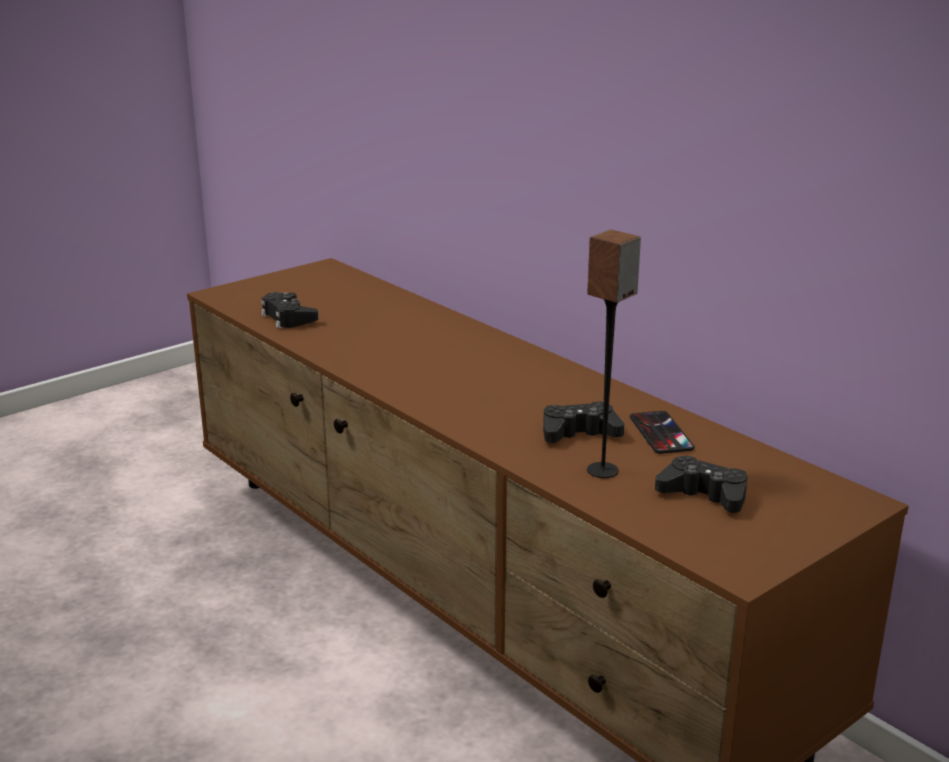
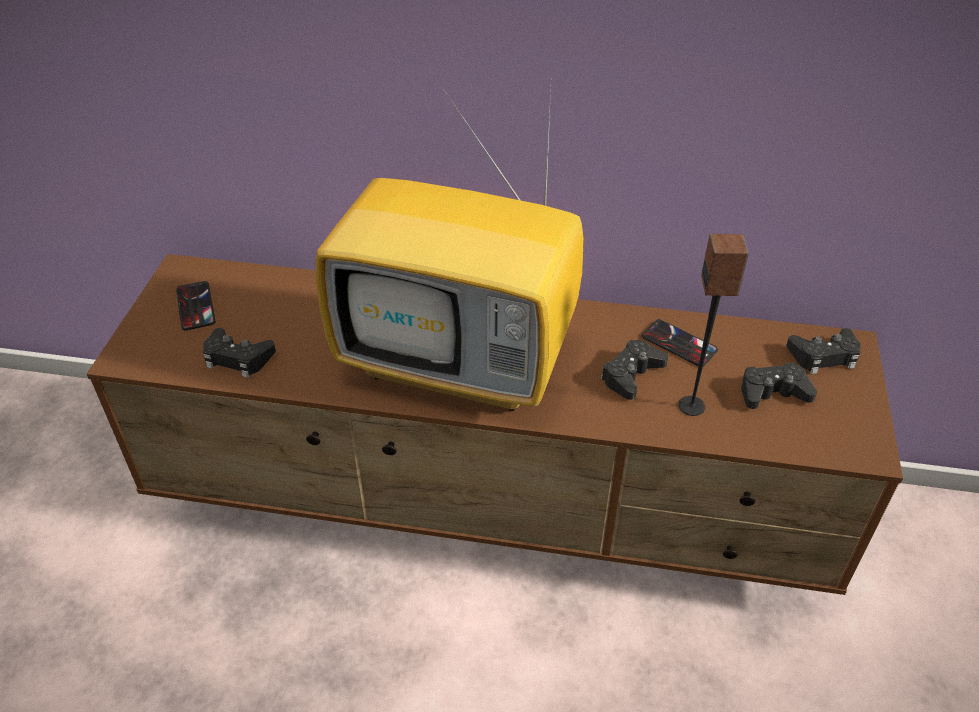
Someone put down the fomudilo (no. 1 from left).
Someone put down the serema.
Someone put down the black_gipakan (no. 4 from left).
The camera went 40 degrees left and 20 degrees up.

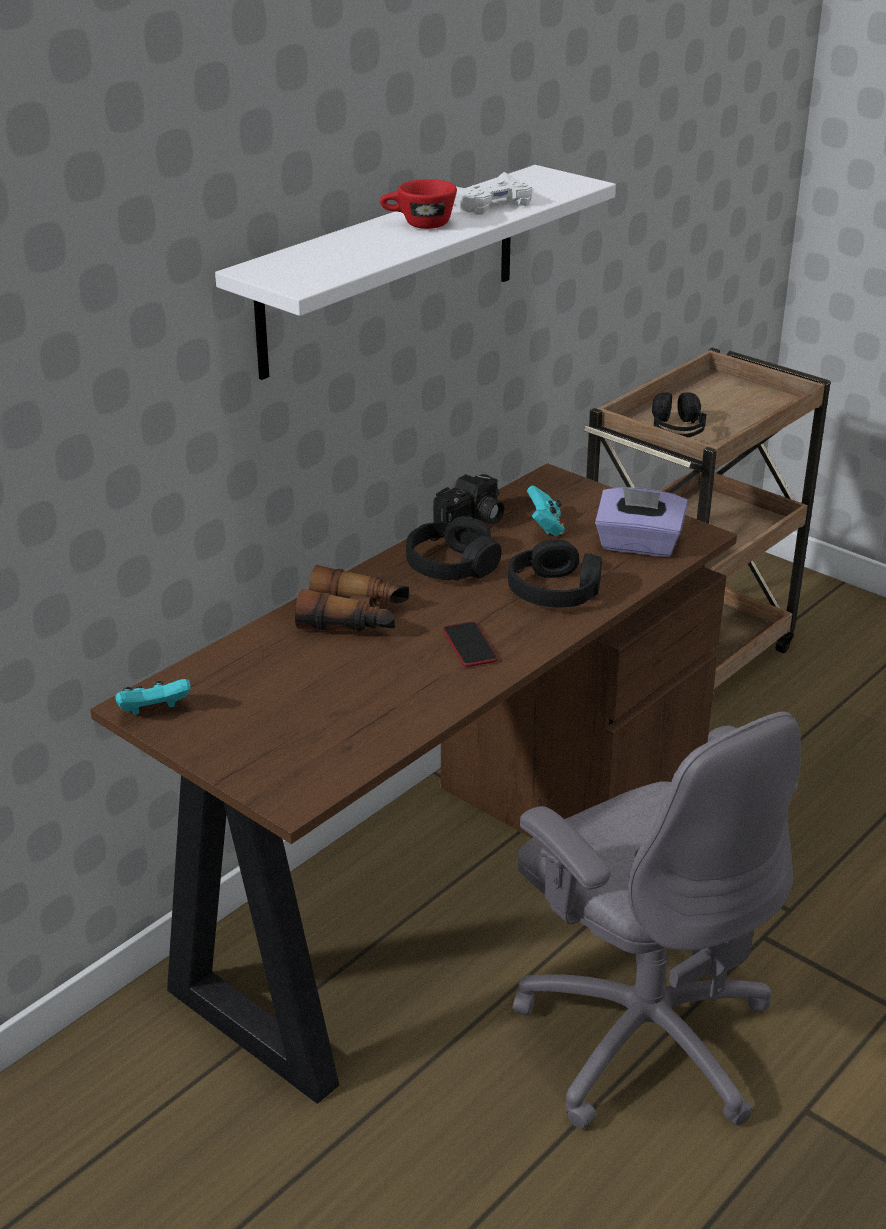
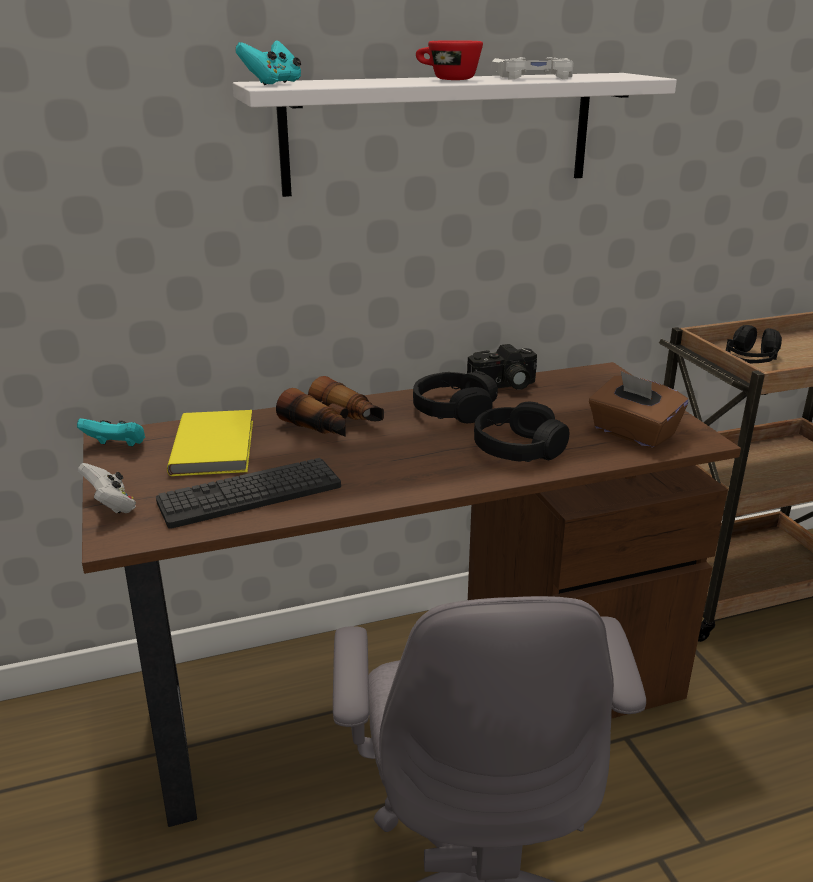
Someone put down the white_gipakan (no. 1 from left).
Someone put down the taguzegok.
Someone put down the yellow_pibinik.
Someone carried the turquoise_gipakan (no. 2 from left).
Someone repainted the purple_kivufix, which became the brown_kivufix.
Someone took away the fomudilo.
The camera went 30 degrees right and 5 degrees down.

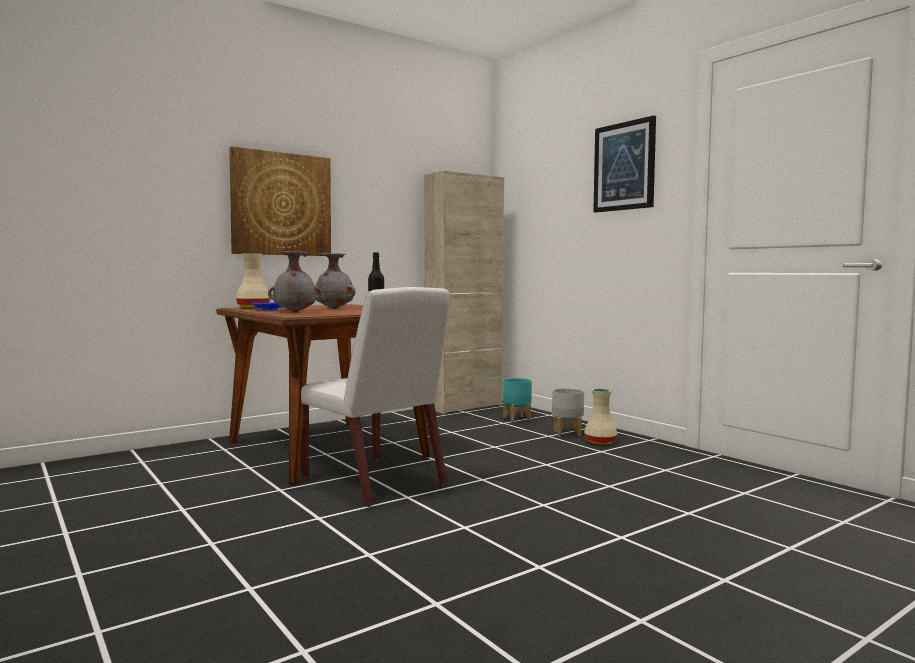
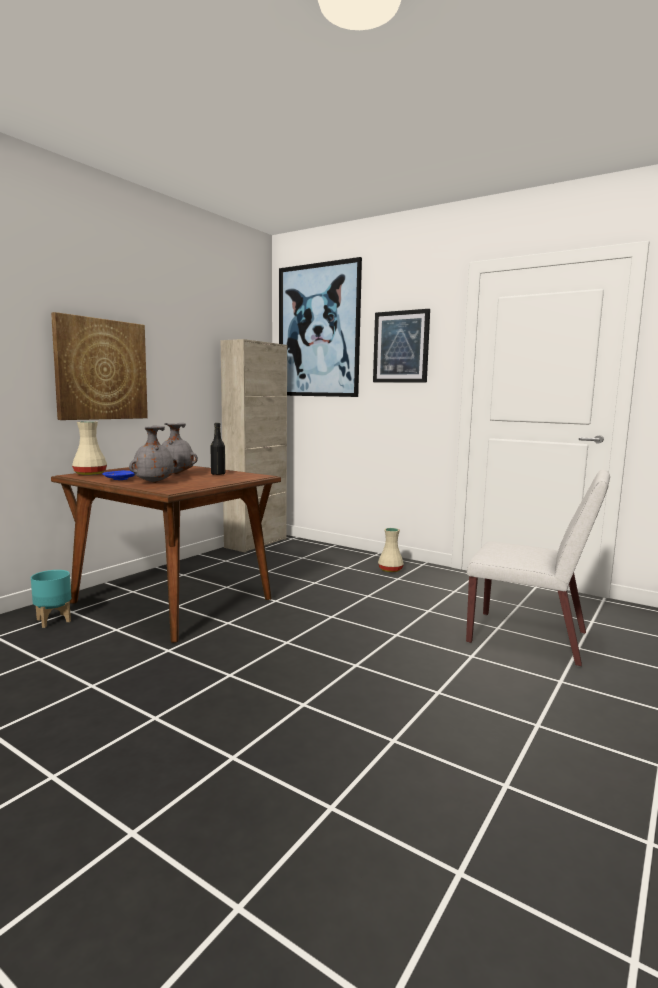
Someone carried the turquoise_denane.
Someone put up the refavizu (no. 2 from left).
Someone carried the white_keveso.
Someone took away the grey_denane.
The camera went 20 degrees left and 5 degrees up.

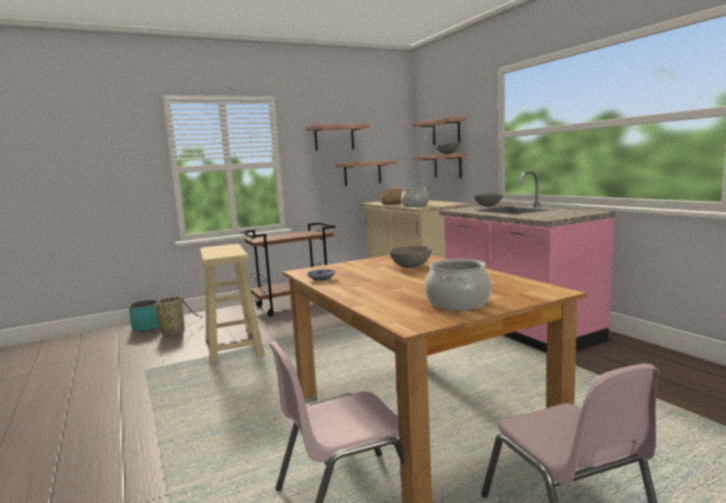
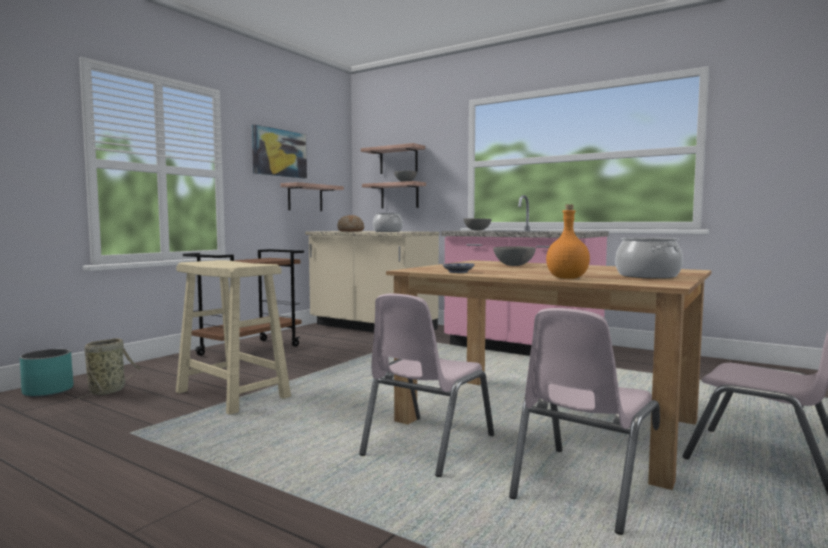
Someone swapped the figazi (no. 1 from left) for the refavizu.
Someone put down the pink_keveso (no. 1 from left).
Someone put down the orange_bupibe.
The camera went 30 degrees left and 5 degrees down.

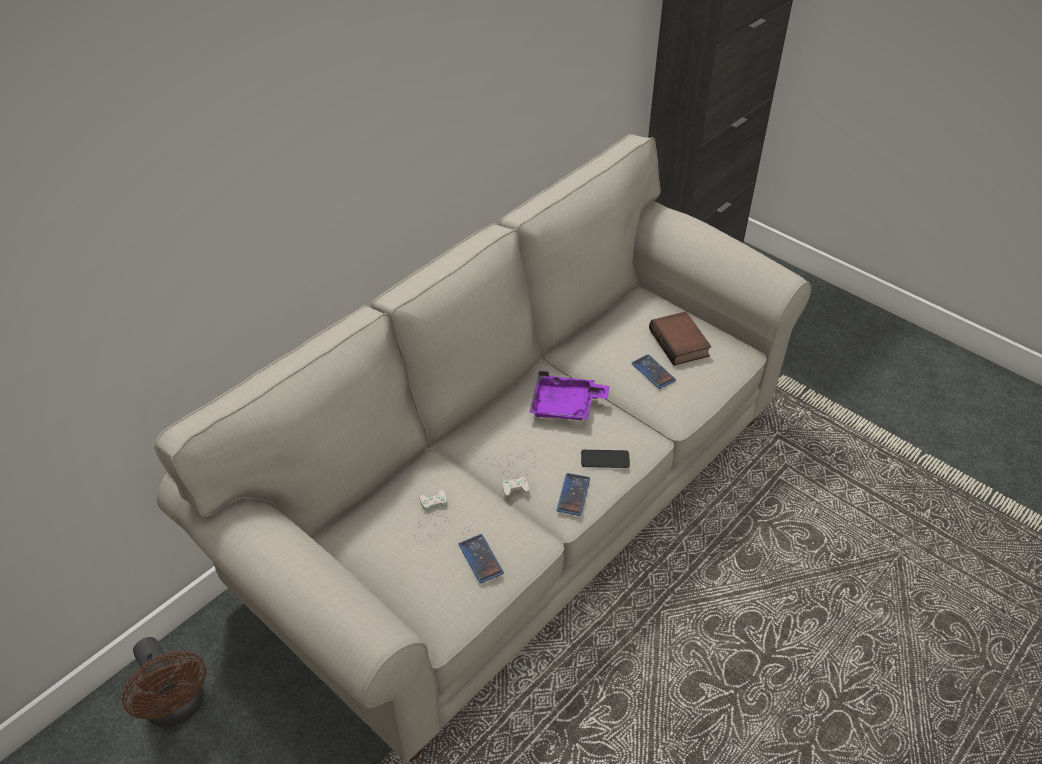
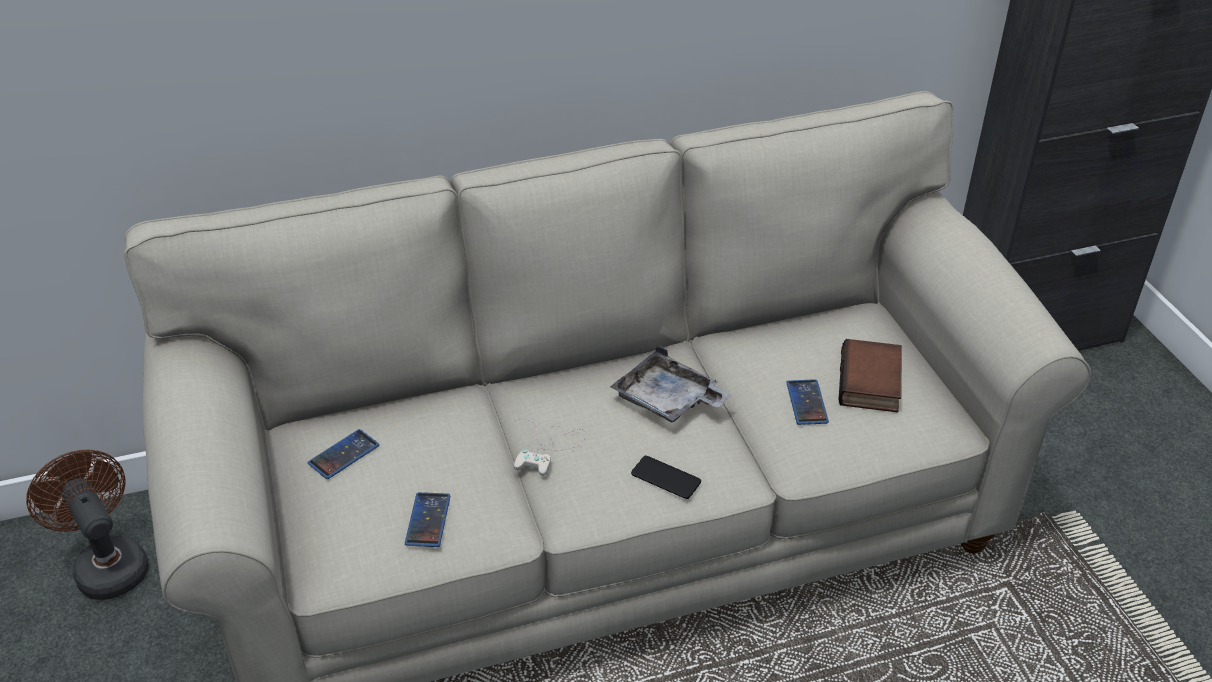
Someone rotated the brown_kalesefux by 150 degrees clockwise.
Someone carried the fomudilo (no. 2 from left in the first image).
Someone repainted the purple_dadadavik, which became the grey_dadadavik.
Someone took away the white_gipakan (no. 1 from left).
The camera went 30 degrees right and 5 degrees down.

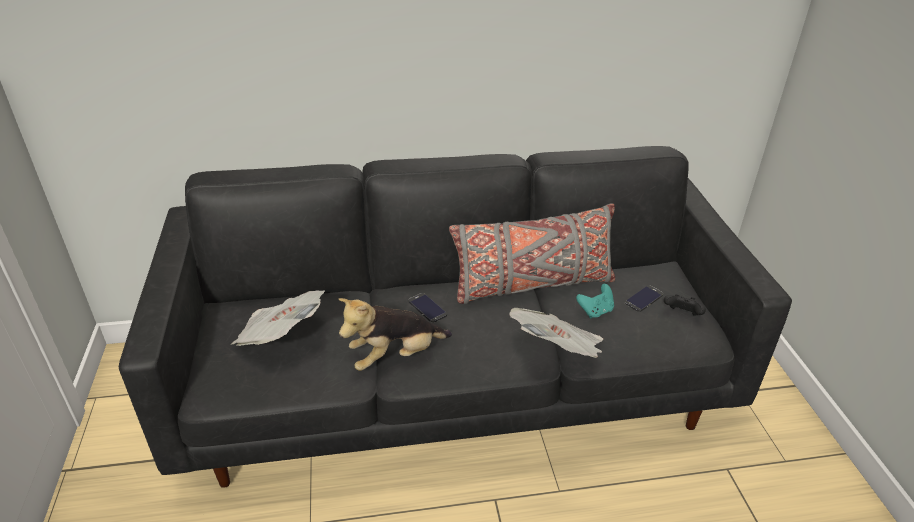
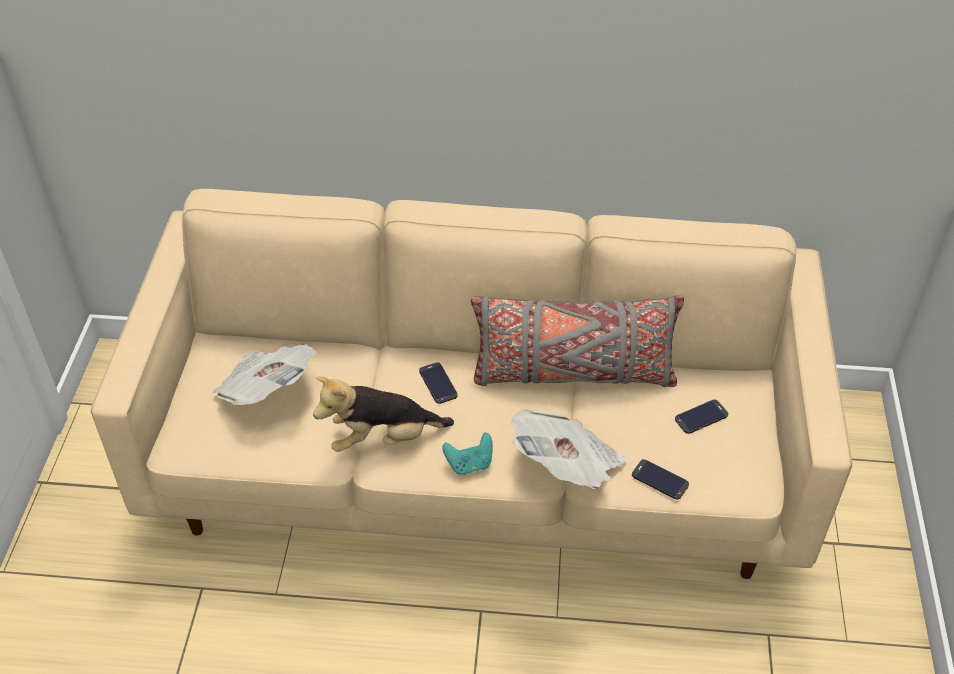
Someone repainted the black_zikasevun, which became the beige_zikasevun.
Someone carried the turquoise_gipakan.
Someone put down the fomudilo (no. 2 from left).
Someone took away the black_gipakan.
The camera went 15 degrees right and 10 degrees up.

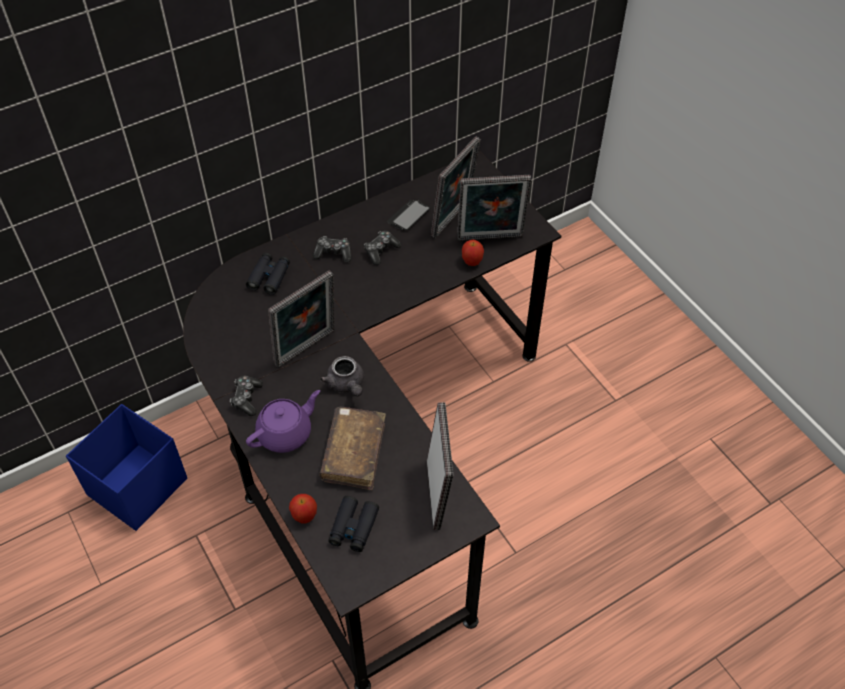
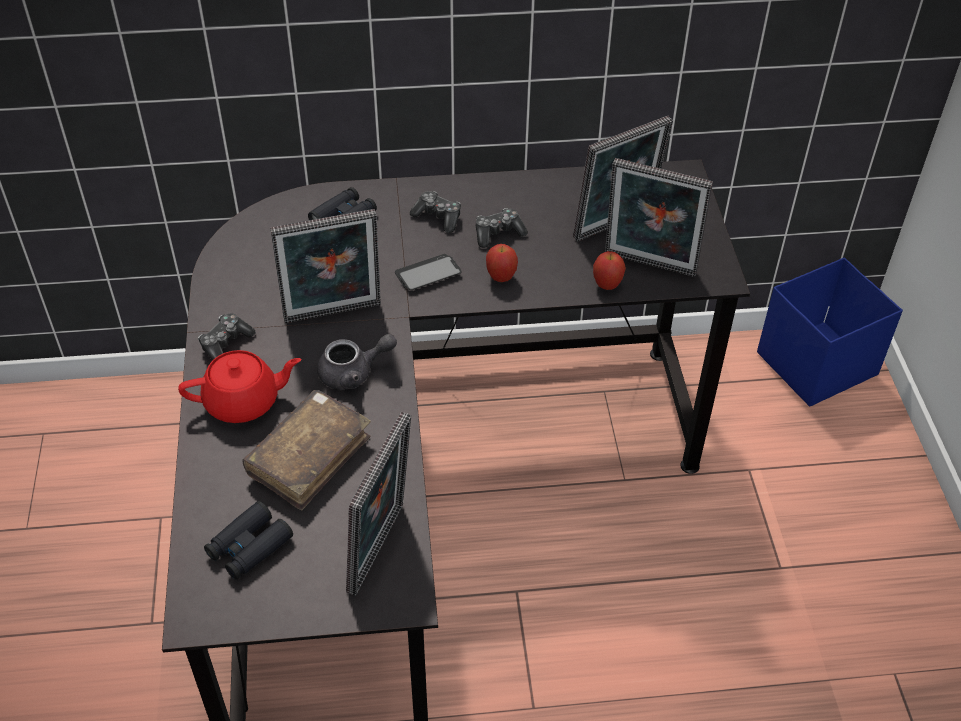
Someone repainted the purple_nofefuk, which became the red_nofefuk.
Someone rotated the grey_nofefuk by 105 degrees counterclockwise.
Someone carried the fomudilo.
Someone carried the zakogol (no. 1 from left).
Someone carried the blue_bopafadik.
The camera went 25 degrees right and 5 degrees down.

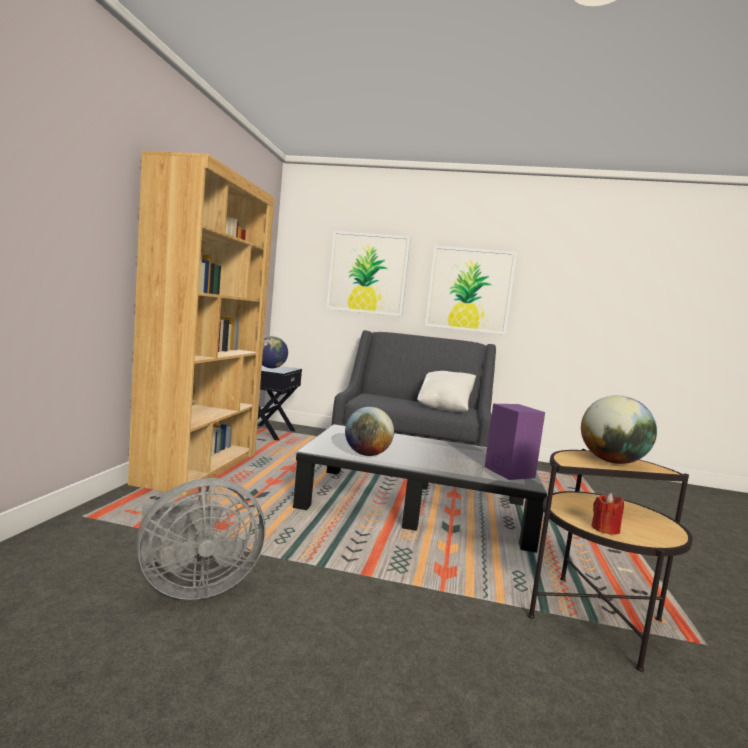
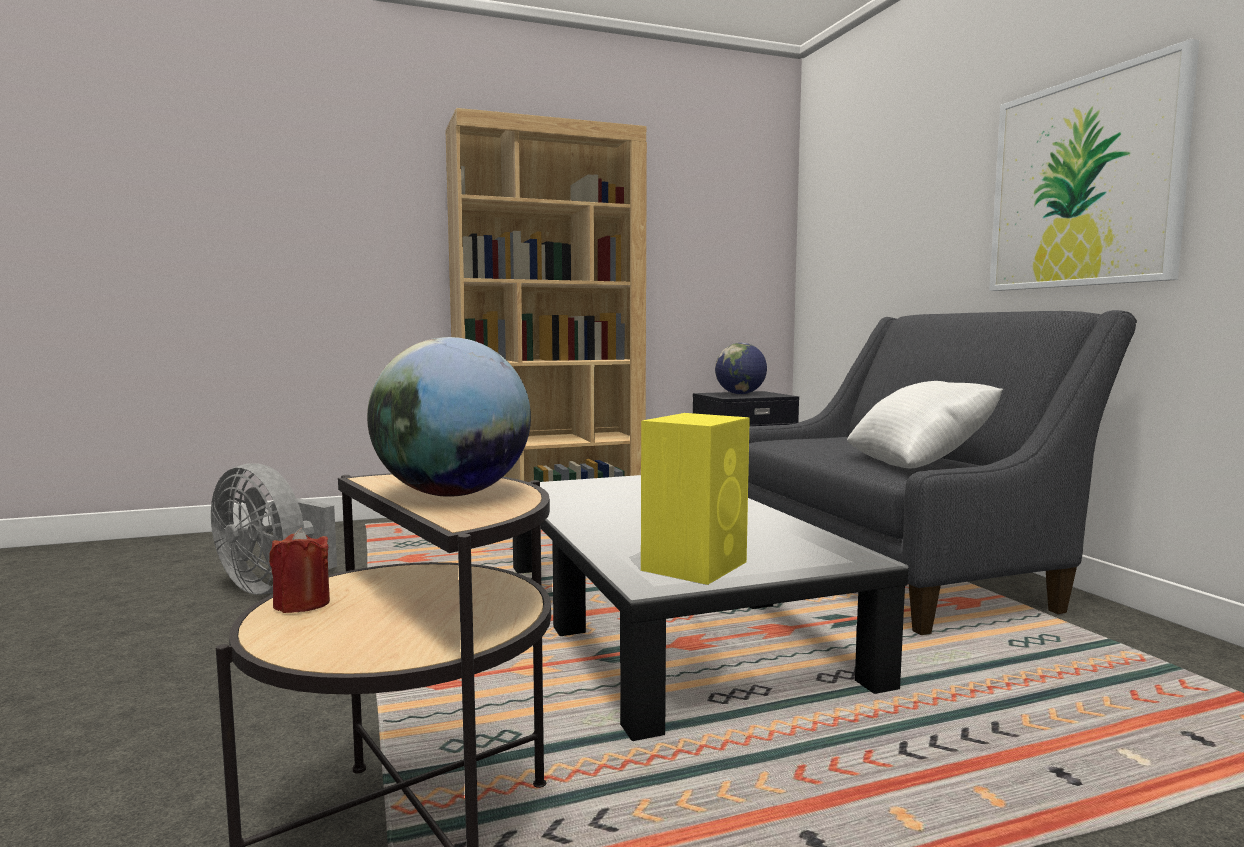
Someone repainted the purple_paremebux, which became the yellow_paremebux.
Someone took away the refavizu (no. 1 from left).
Someone took away the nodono (no. 2 from left).
The camera went 60 degrees right and 0 degrees up.

